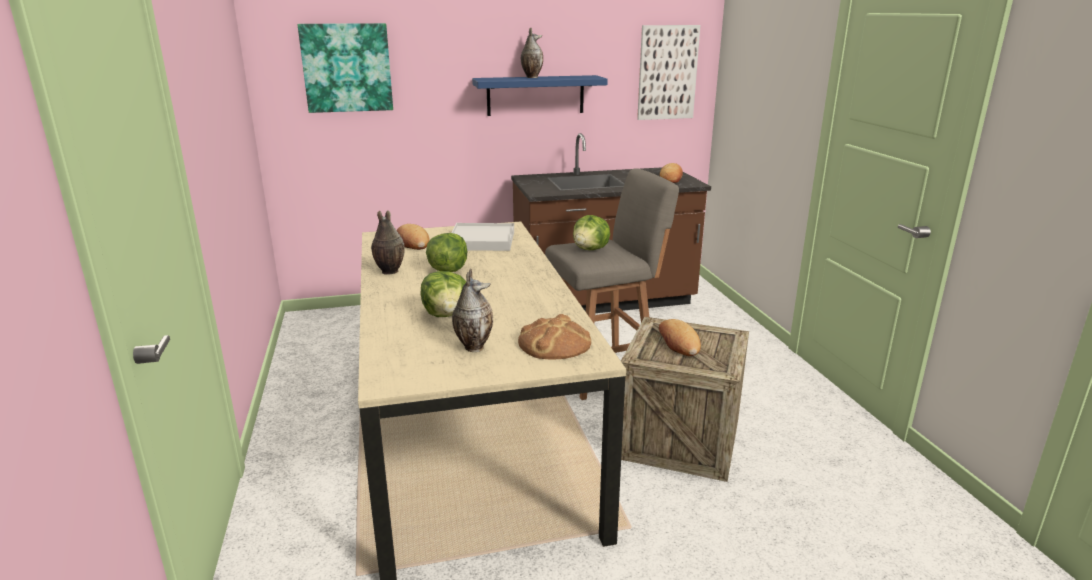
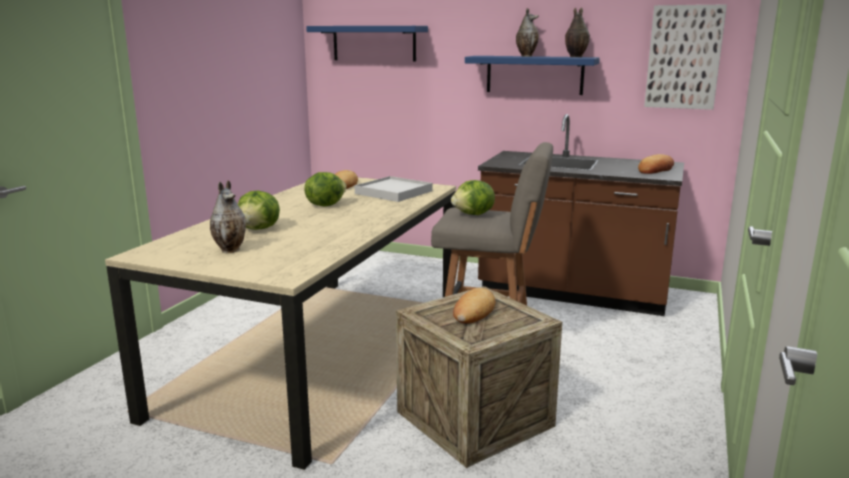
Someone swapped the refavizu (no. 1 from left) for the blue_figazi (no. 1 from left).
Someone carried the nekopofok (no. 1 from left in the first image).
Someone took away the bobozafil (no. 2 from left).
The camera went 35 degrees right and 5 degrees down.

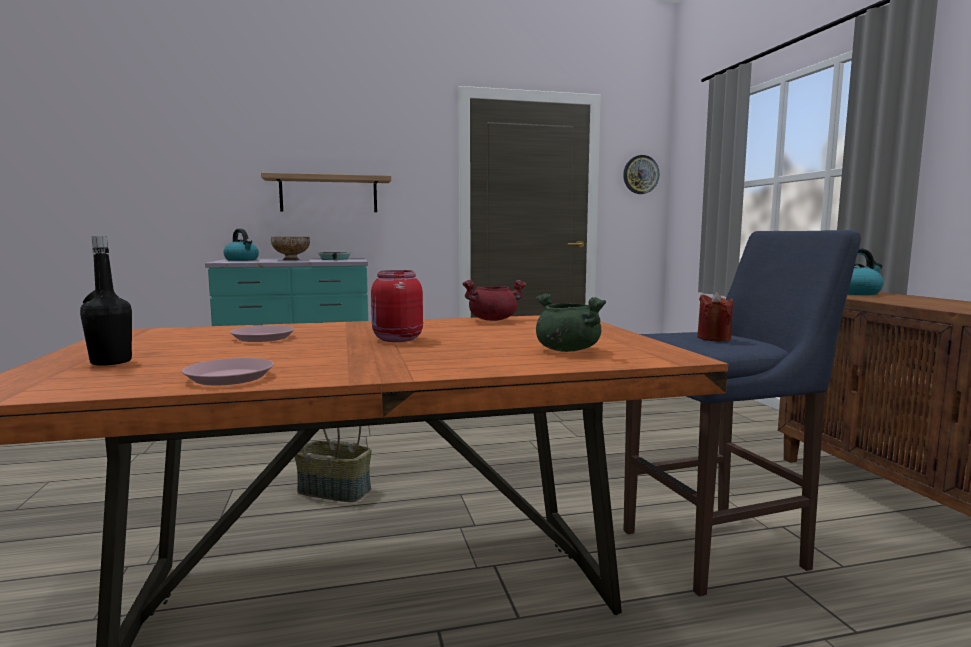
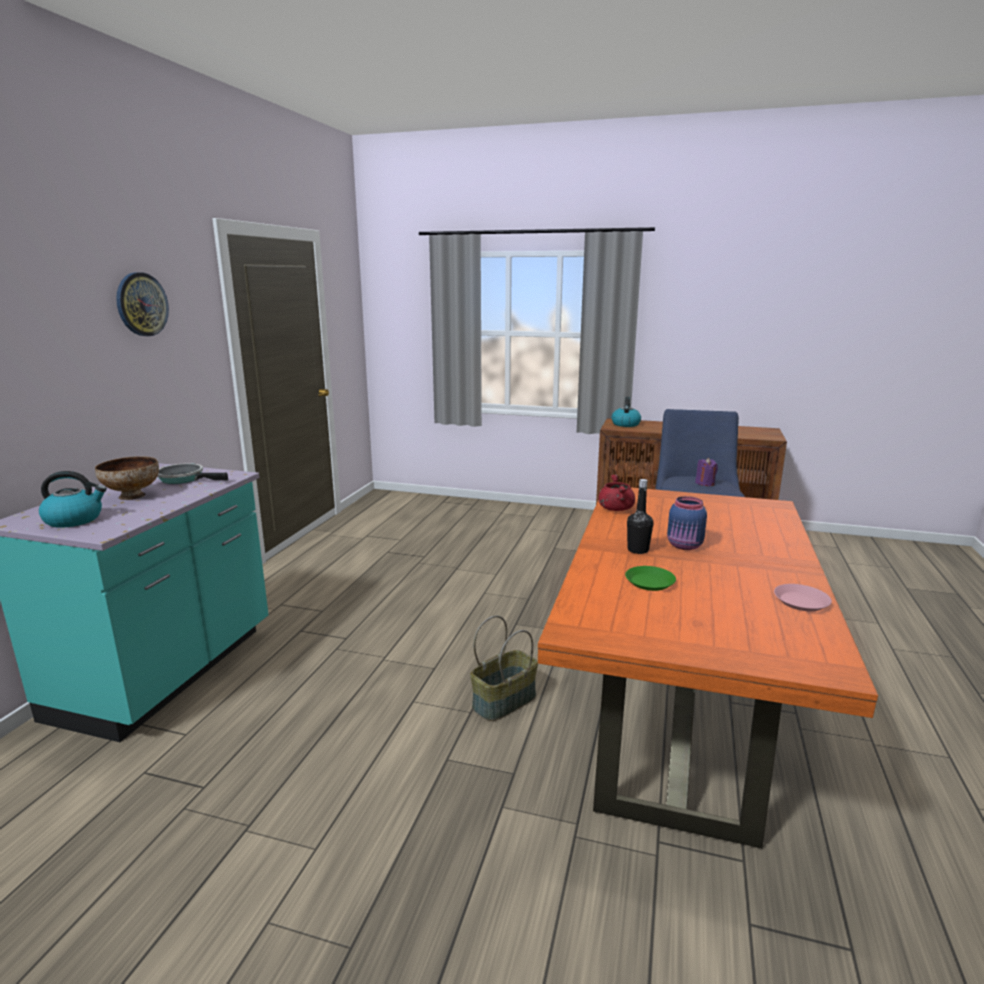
Someone carried the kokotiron.
Someone repainted the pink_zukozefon (no. 2 from left), which became the green_zukozefon.
Someone carried the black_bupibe.
Someone repainted the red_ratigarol, which became the blue_ratigarol.
Someone repainted the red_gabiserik, which became the purple_gabiserik.
Someone took away the figazi.
Someone took away the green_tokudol.
The camera went 60 degrees left and 10 degrees up.

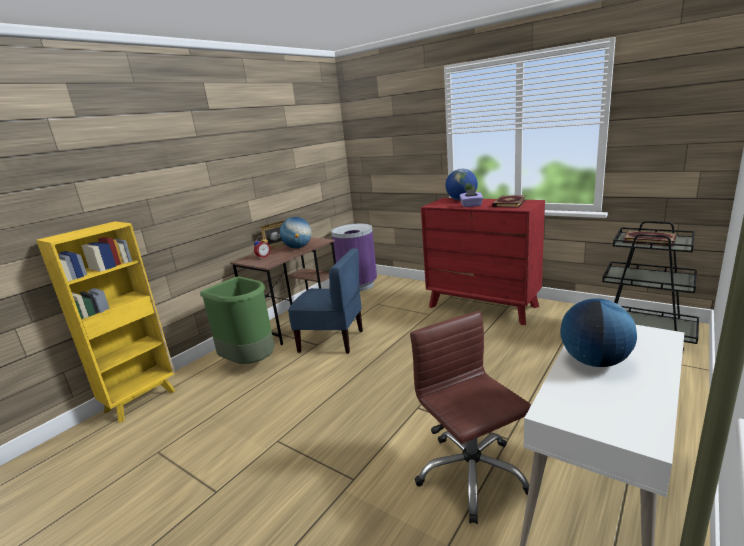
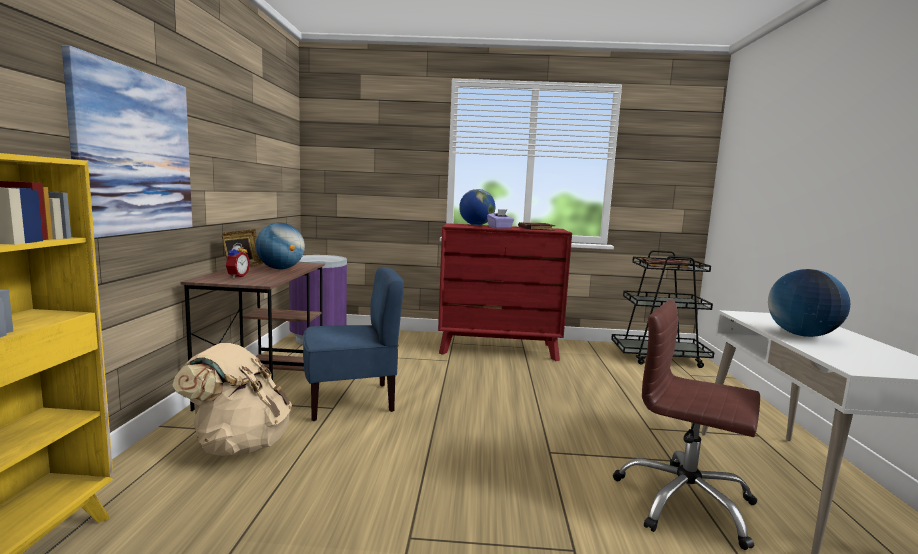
Someone put up the refavizu.
Someone swapped the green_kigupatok for the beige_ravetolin.
The camera went 35 degrees left and 10 degrees down.

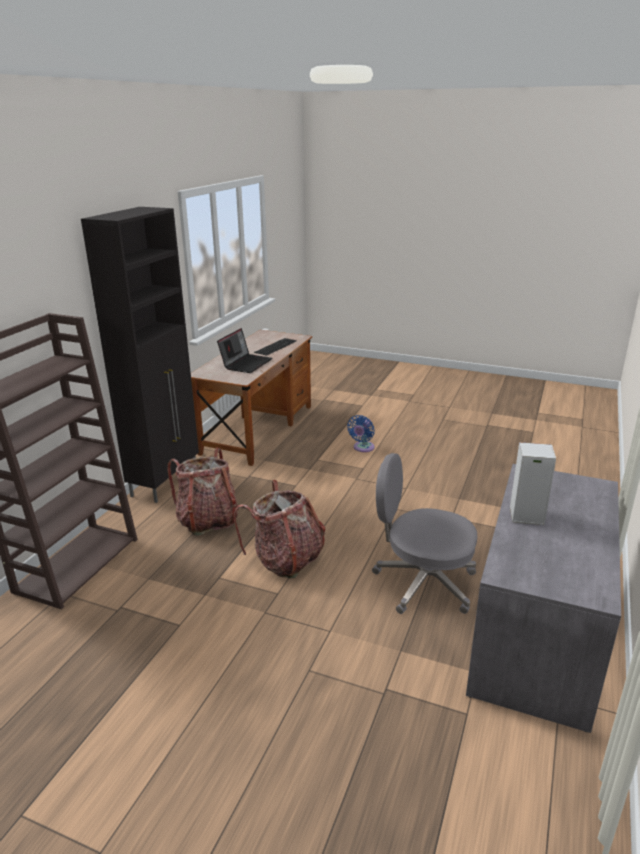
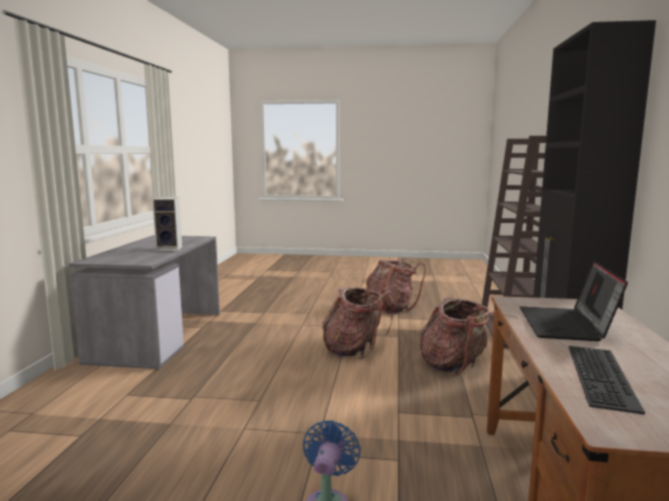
Someone put down the ravetolin (no. 2 from left).
Someone took away the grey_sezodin.
The camera went 165 degrees right and 15 degrees down.

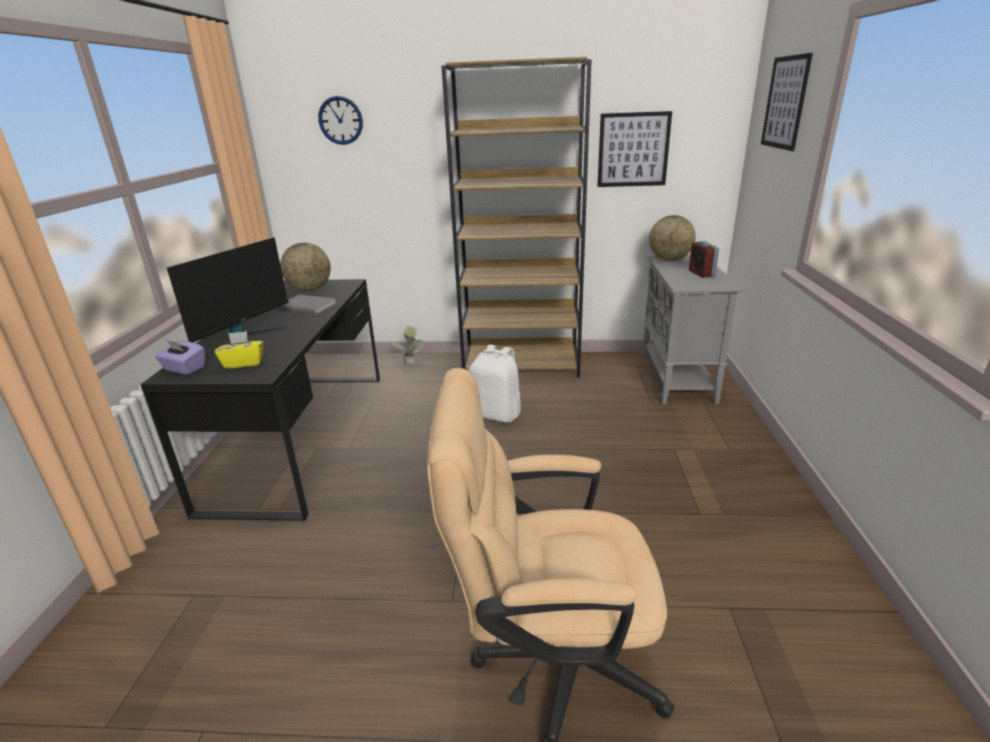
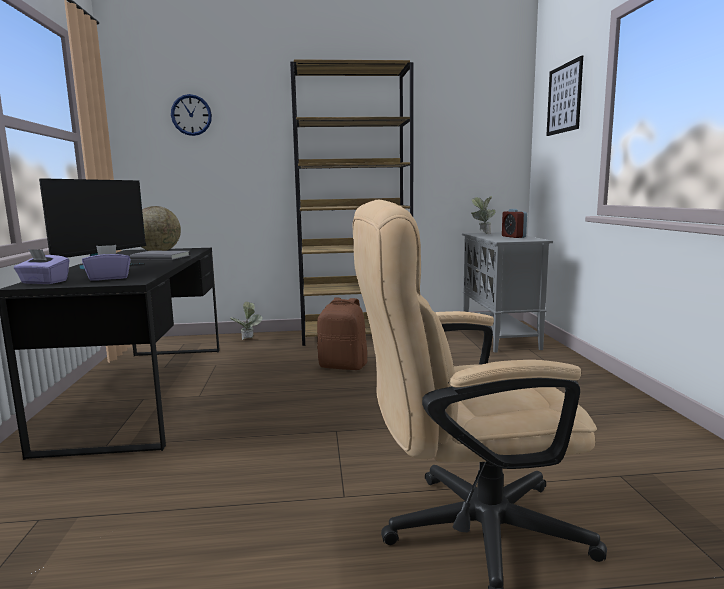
Someone repainted the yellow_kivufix, which became the purple_kivufix (no. 2 from left).
Someone repainted the white_ravetolin, which became the brown_ravetolin.
Someone swapped the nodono (no. 2 from left) for the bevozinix (no. 2 from left).
Someone took away the refavizu (no. 1 from left).
The camera went 10 degrees left and 15 degrees down.

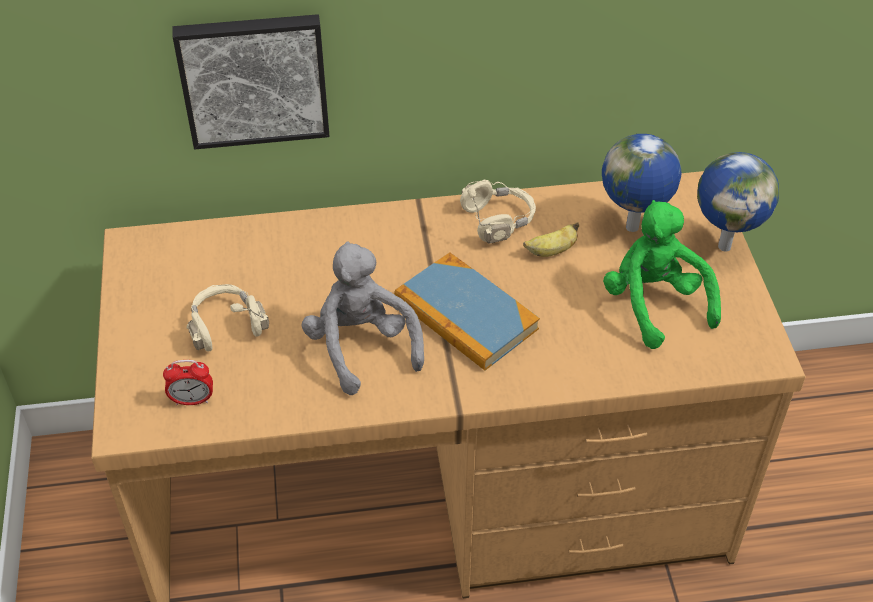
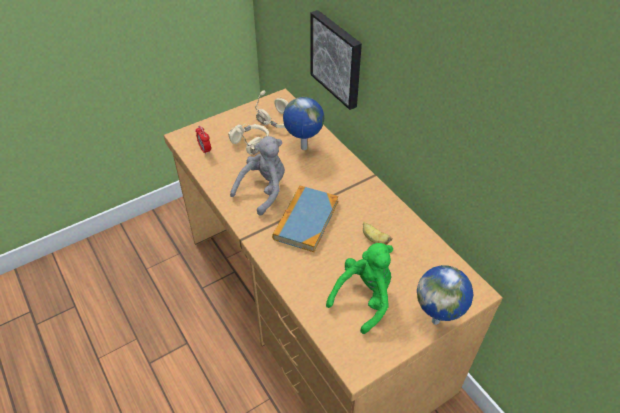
Someone carried the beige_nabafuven (no. 2 from left).
Someone carried the nodono (no. 1 from left).
The camera went 65 degrees right and 0 degrees up.

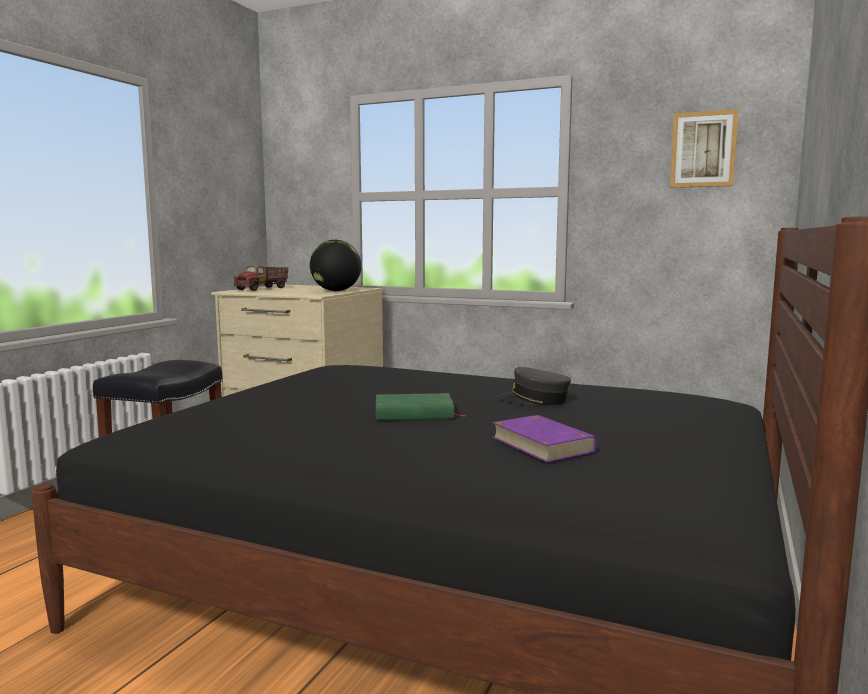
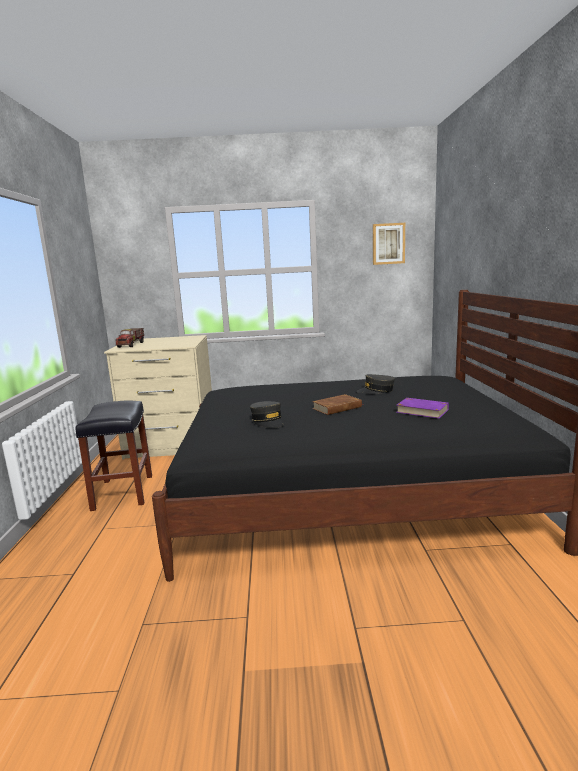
Someone put down the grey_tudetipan (no. 1 from left).
Someone repainted the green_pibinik, which became the brown_pibinik.
Someone took away the nodono.
The camera went 25 degrees left and 5 degrees up.

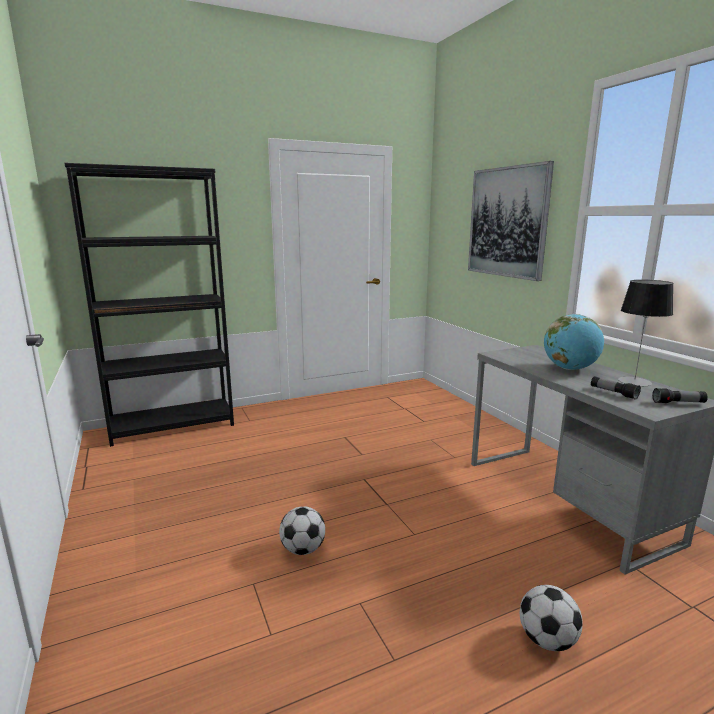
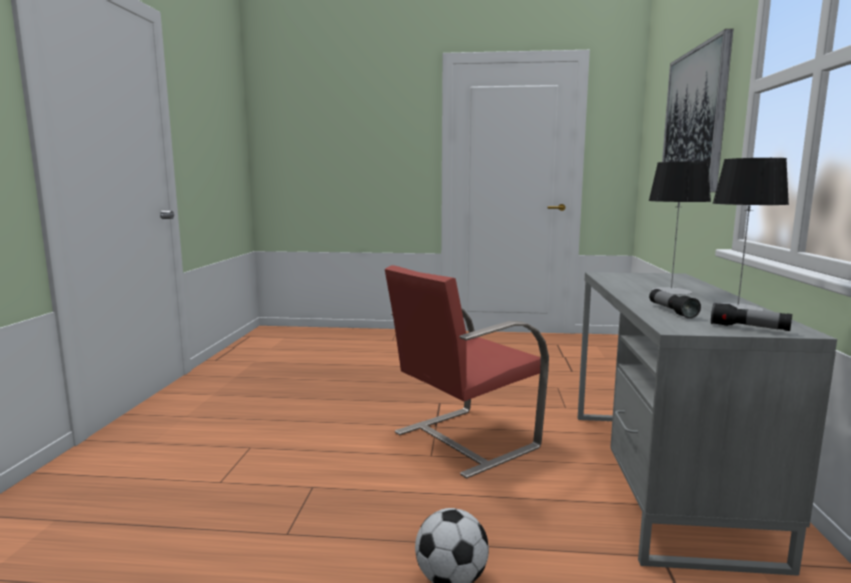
Someone put down the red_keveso.
Someone swapped the nodono for the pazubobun (no. 1 from left).
Someone took away the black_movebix.
Someone took away the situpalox (no. 1 from left).
The camera went 30 degrees right and 5 degrees down.

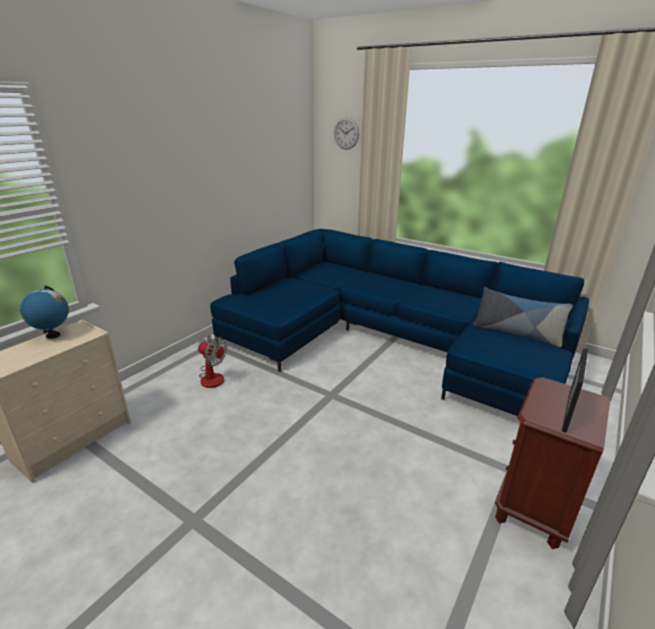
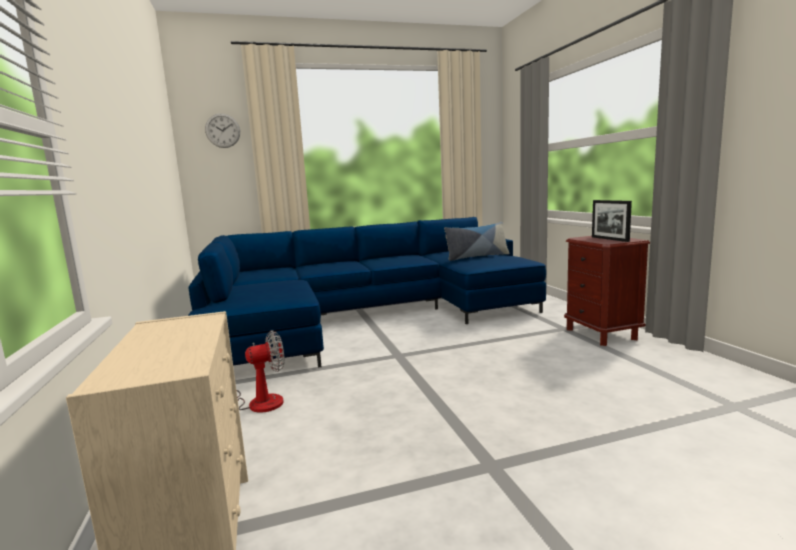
Someone took away the nodono.
The camera went 50 degrees left and 15 degrees down.

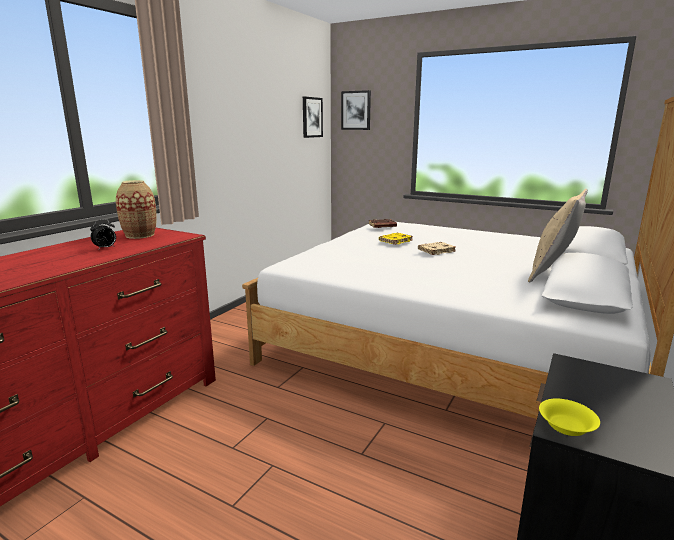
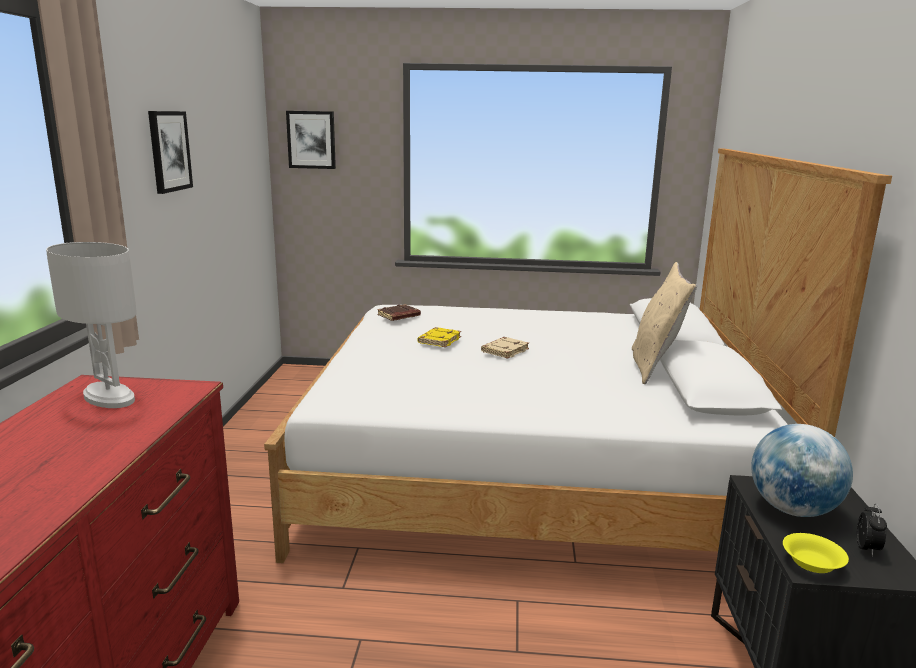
Someone swapped the nekopofok for the white_pazubobun.
Someone carried the refavizu (no. 1 from left).
Someone put down the nodono.
Someone carried the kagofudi.
The camera went 25 degrees left and 0 degrees up.

